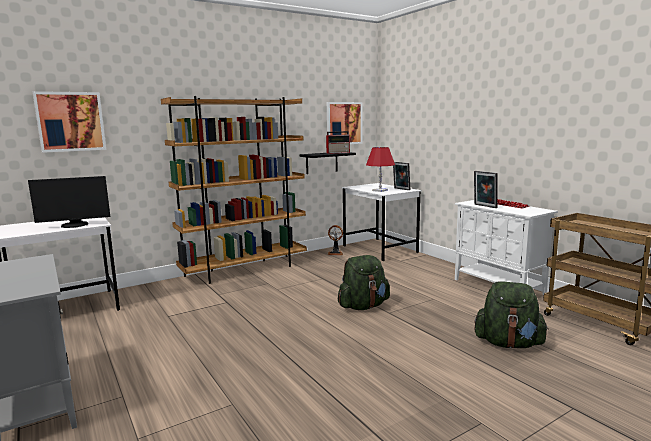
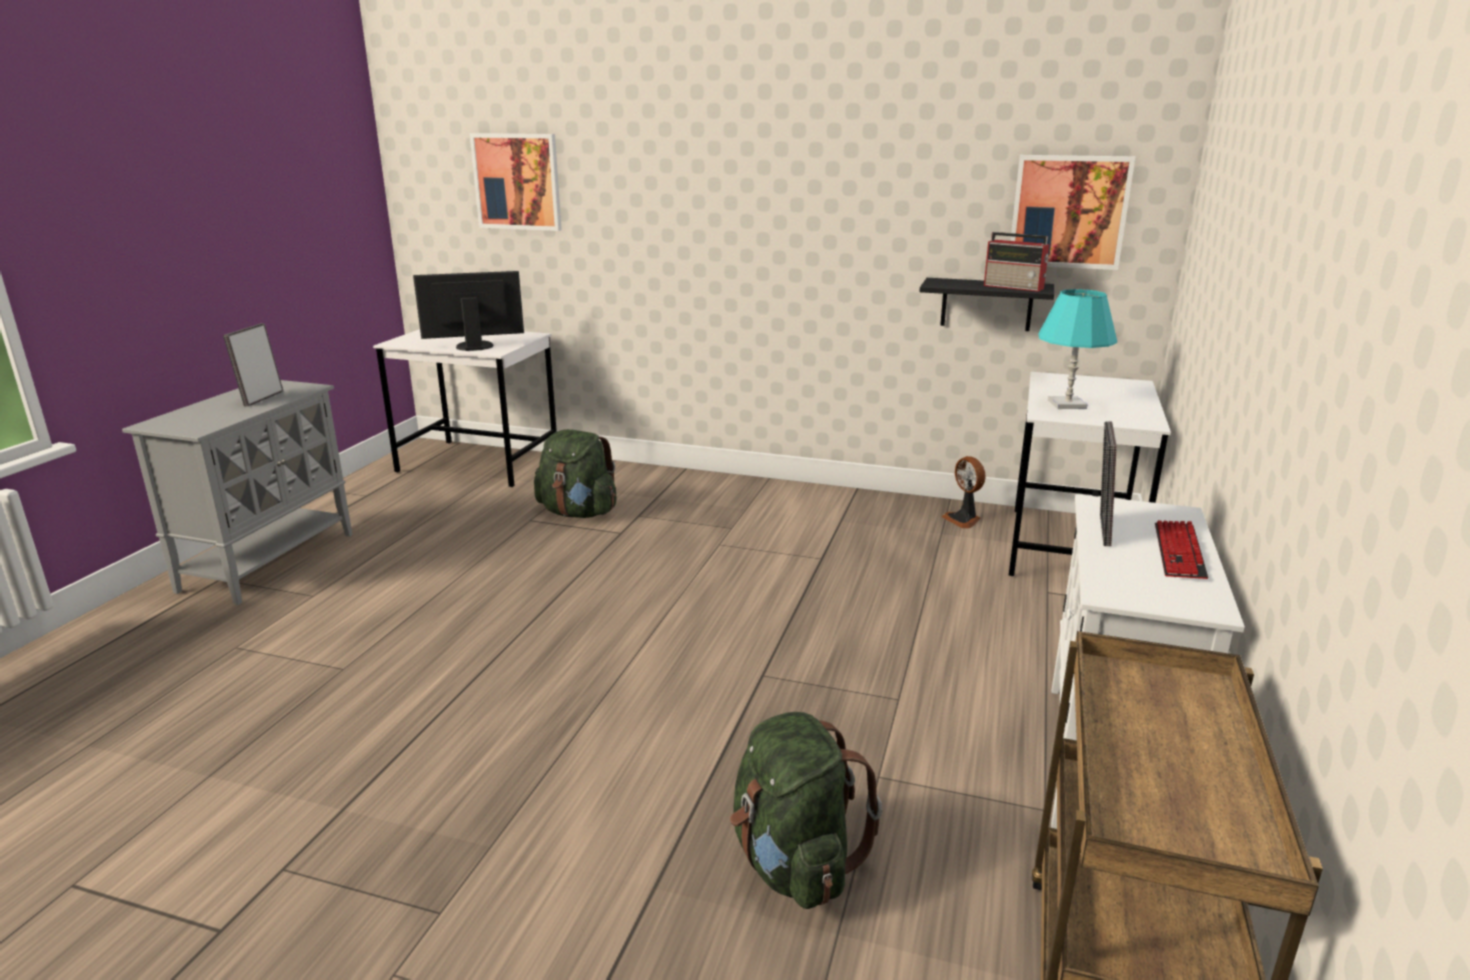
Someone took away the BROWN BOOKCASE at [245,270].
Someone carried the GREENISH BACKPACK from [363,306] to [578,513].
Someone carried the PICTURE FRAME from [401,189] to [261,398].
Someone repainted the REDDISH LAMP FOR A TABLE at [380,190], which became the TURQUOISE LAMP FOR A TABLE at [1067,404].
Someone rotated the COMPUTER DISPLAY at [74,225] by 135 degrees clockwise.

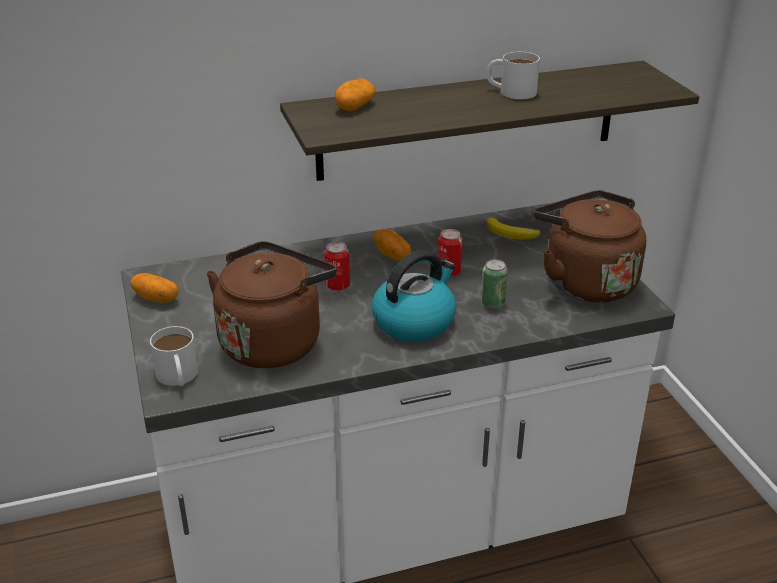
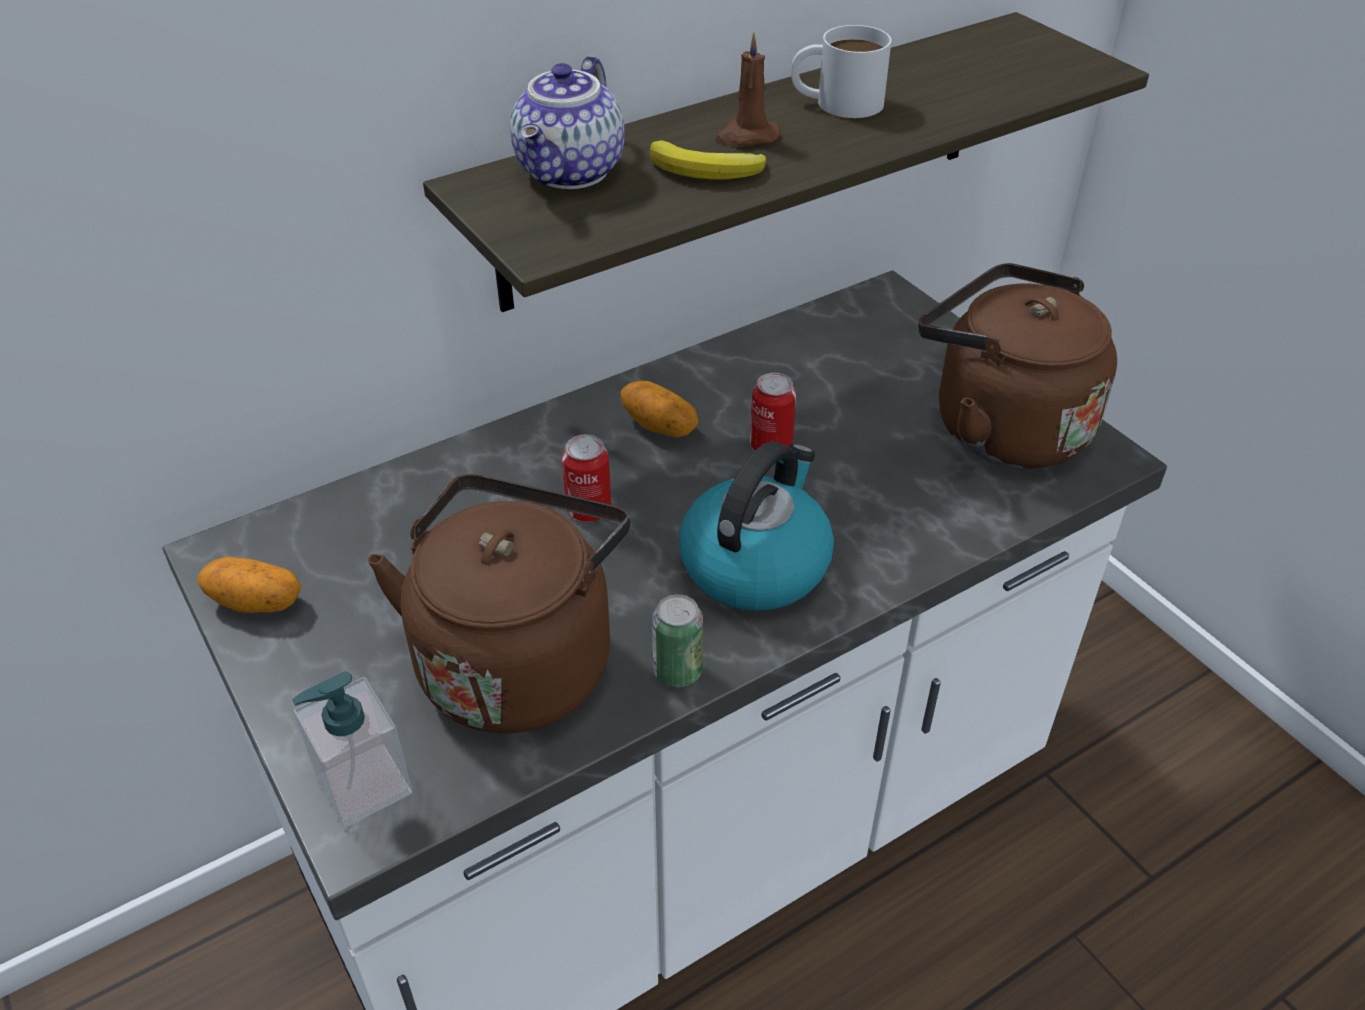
Someone put down the BROWN WAX CANDLE at [746,136].
Someone carried the METAL CAN from [492,303] to [677,671].
Someone carried the BANANA FRUIT from [511,234] to [708,170].
Someone swapped the WHITISH MUG at [178,377] for the LIQUID SOAP BOTTLE at [363,785].
Someone swapped the WHOLE POTATO at [354,107] for the POT FOR TEA at [572,173].

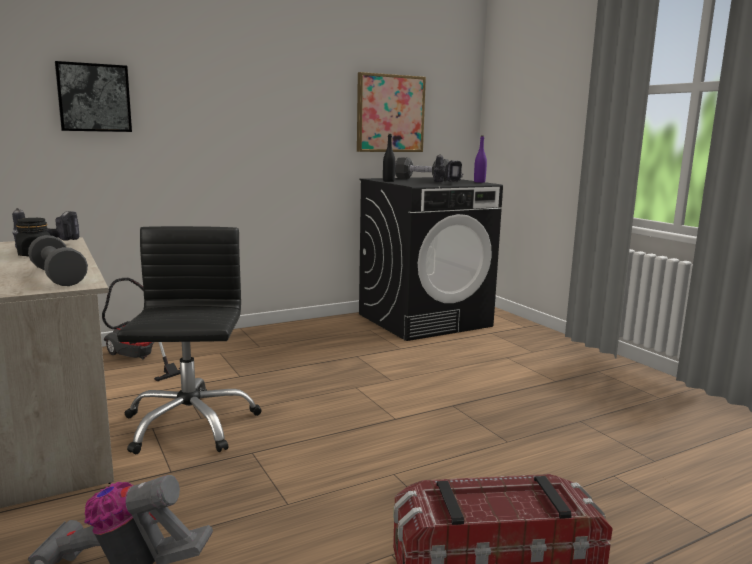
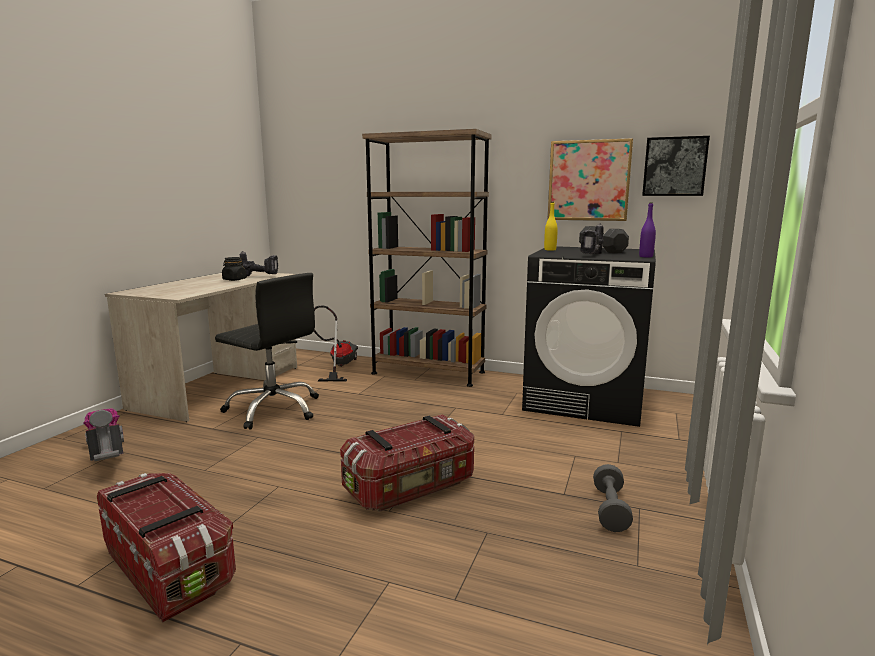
Someone put down the STORAGE BOX at [411,487].
Someone put down the BROWN BOOKCASE at [428,373].
Someone carried the GRAY DUMBBELL from [58,277] to [610,509].
Someone carried the PICTURE from [94,98] to [674,166].
Someone repainted the BLACK BOTTLE at [388,181], which became the YELLOW BOTTLE at [550,250].
Someone rotated the BLACK OFFICE CHAIR at [189,424] by 75 degrees clockwise.

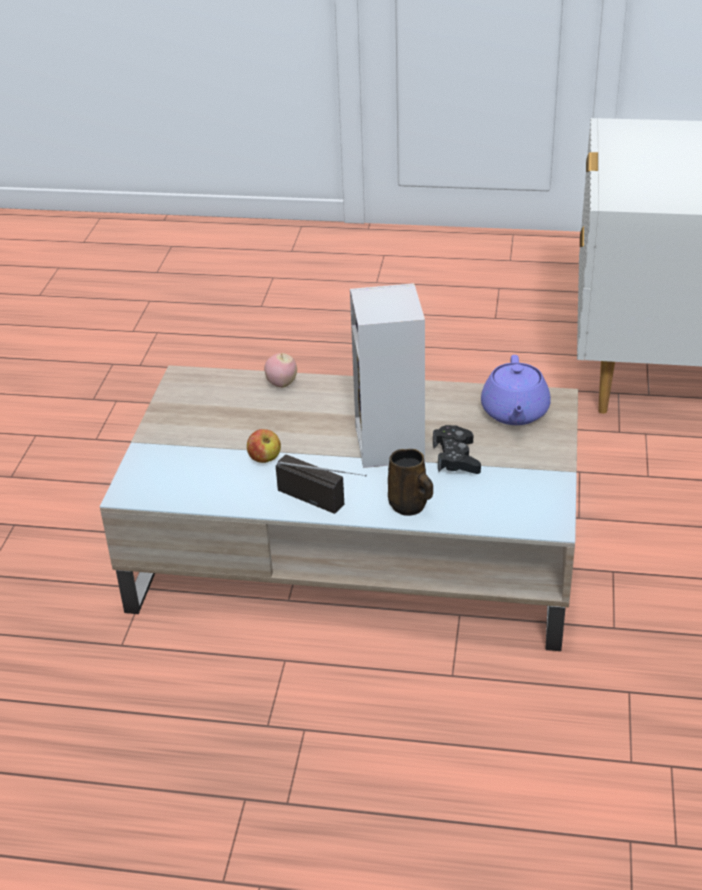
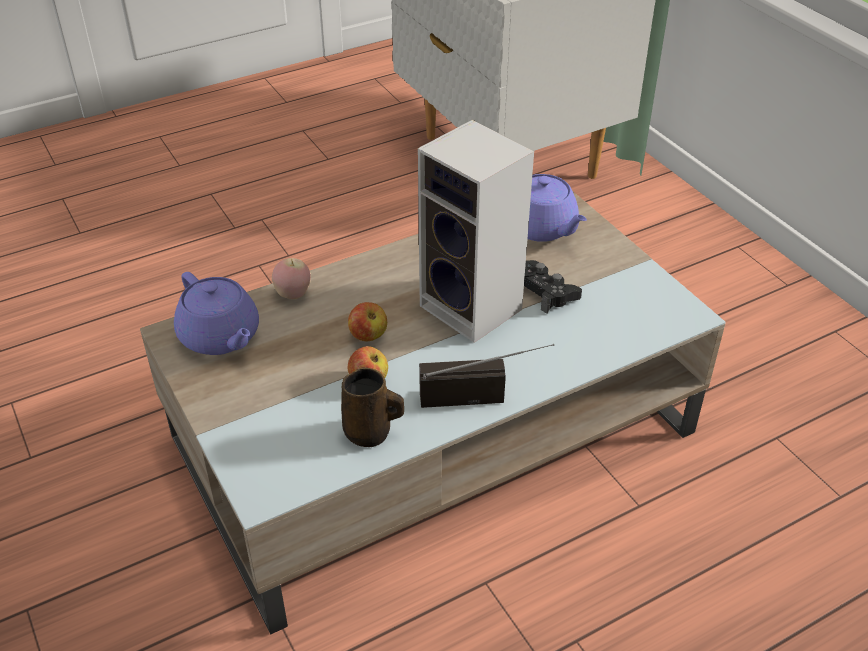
Someone put down the PURPLISH POT FOR TEA at [220,337].
Someone put down the APPLE FRUIT at [368,336].
Someone carried the BROWN MUG from [409,506] to [370,433].

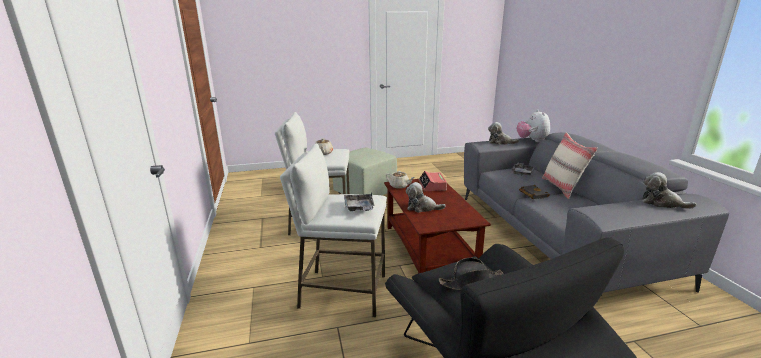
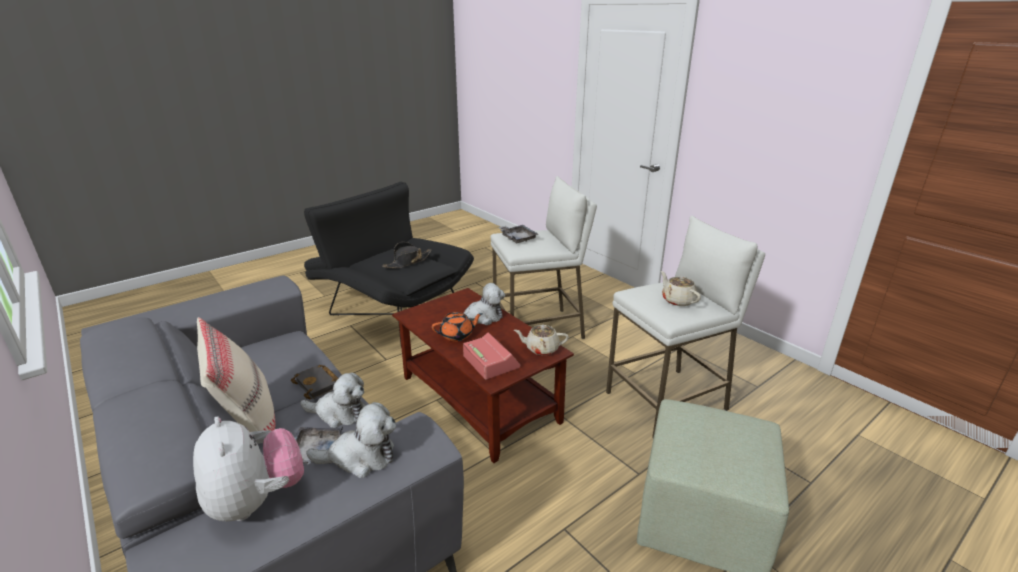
Someone put down the ORANGE-COLOURED POT FOR TEA at [457,335].
Someone carried the CUDDLY TOY from [661,203] to [339,413].

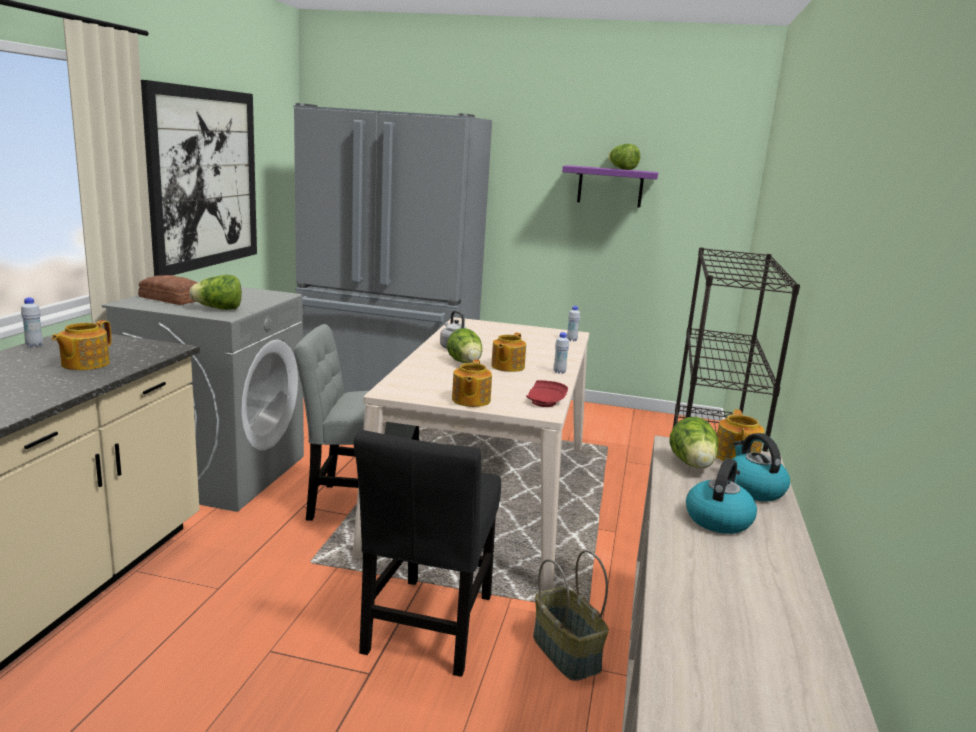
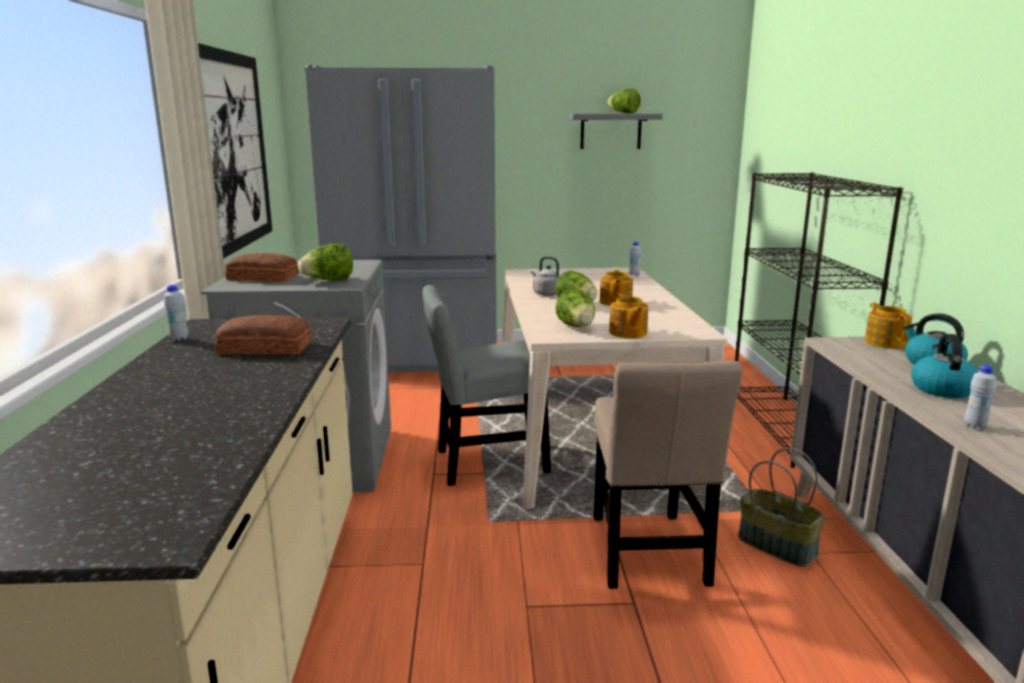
Someone took away the REDDISH DINNER PLATE at [545,402].
Someone carried the WHITISH BOTTLE from [559,372] to [975,426].
Someone carried the HEAD OF LETTUCE from [693,465] to [577,327].
Someone swapped the POT FOR TEA at [84,364] for the BAKERY BREAD at [265,347].
Someone repainted the BLACK PLAIN CHAIR at [428,629], which became the BEIGE PLAIN CHAIR at [648,554].
Someone repainted the PURPLISH BRACKET SHELF at [610,186], which became the GRAY BRACKET SHELF at [610,131].

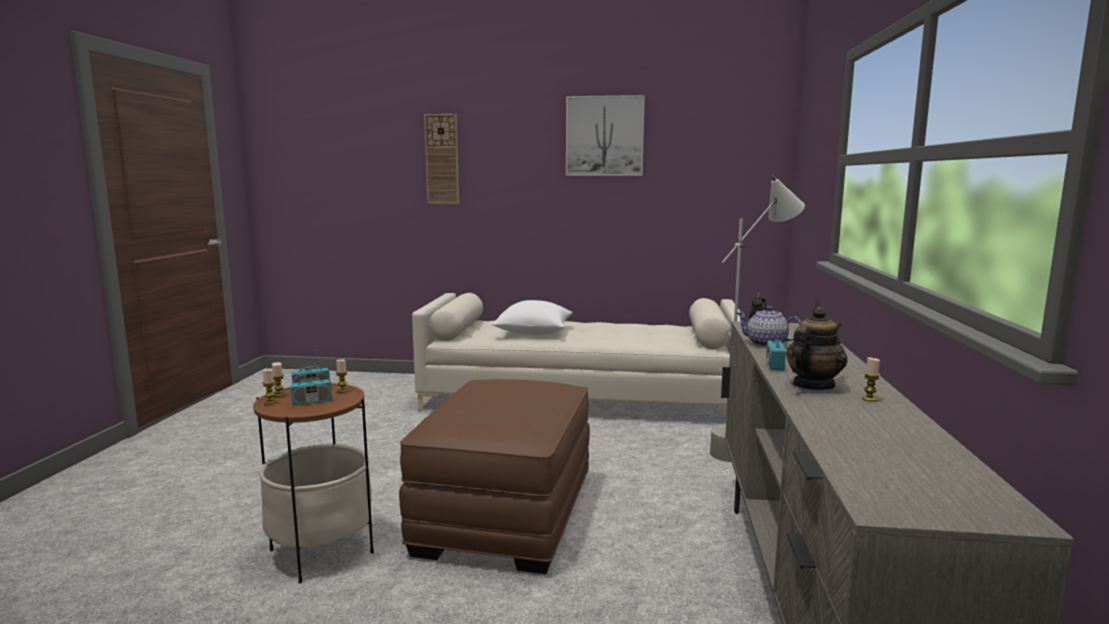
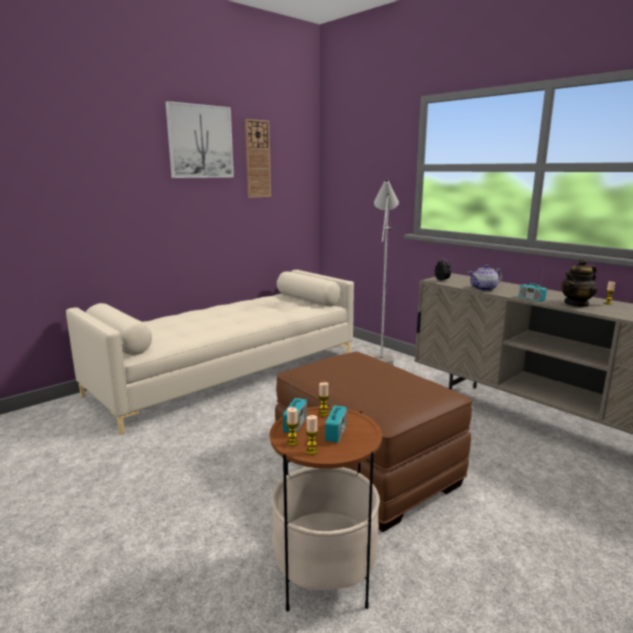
Someone took away the WHITISH PILLOW at [533,333].
Someone carried the WALL CLOCK from [442,159] to [257,159].
Someone rotated the POT FOR TEA at [812,385] by 120 degrees counterclockwise.

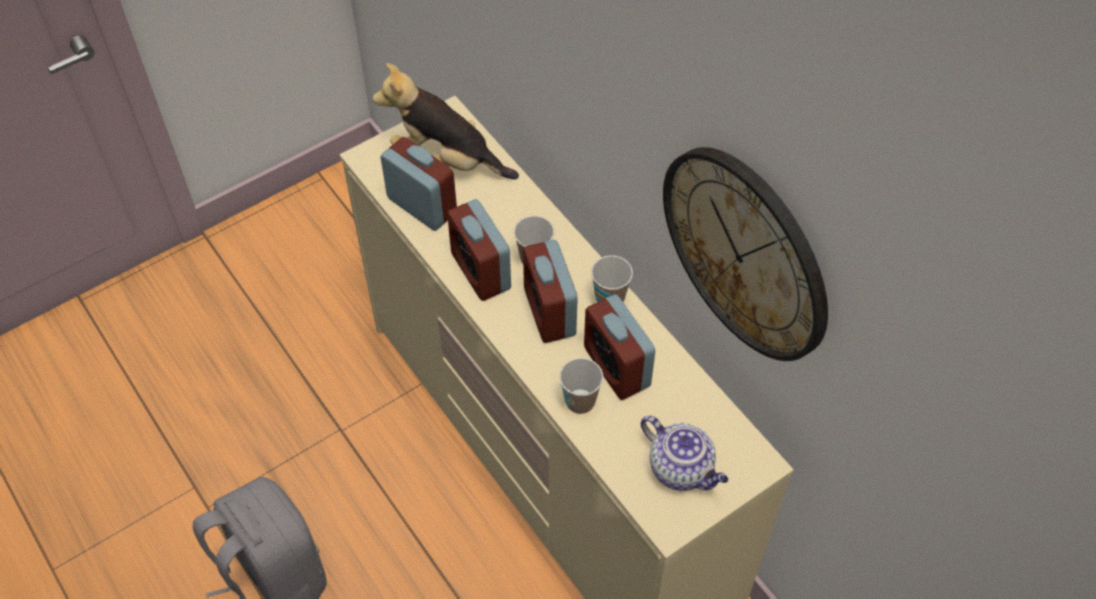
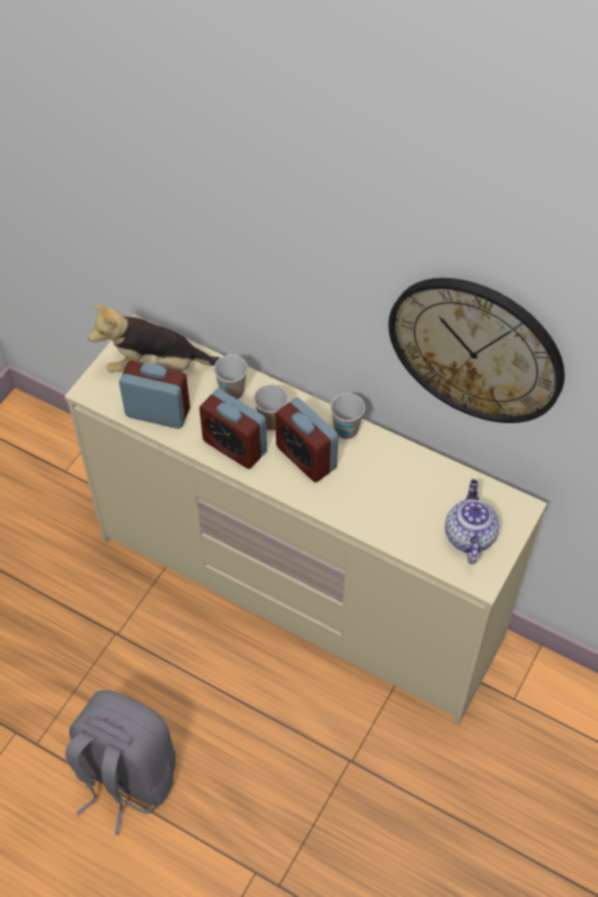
Someone took away the ALARM CLOCK at [616,367].
Someone carried the DRINKING CUP from [580,401] to [232,391].
Someone rotated the POT FOR TEA at [682,469] by 105 degrees counterclockwise.

